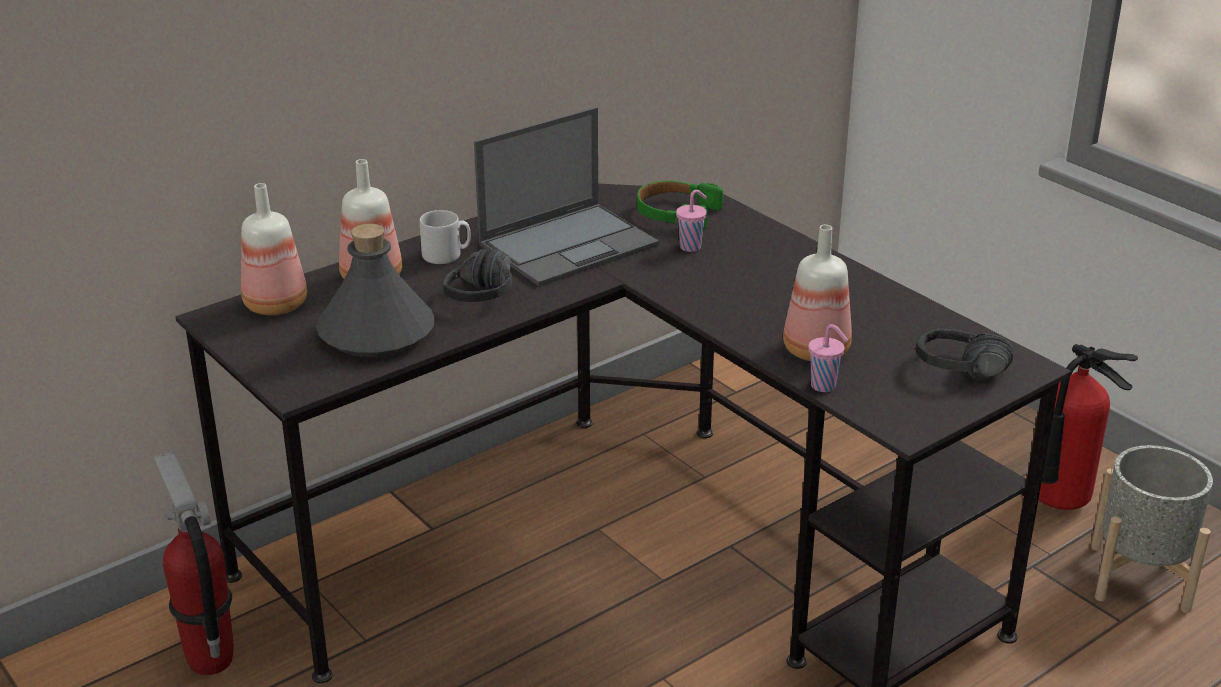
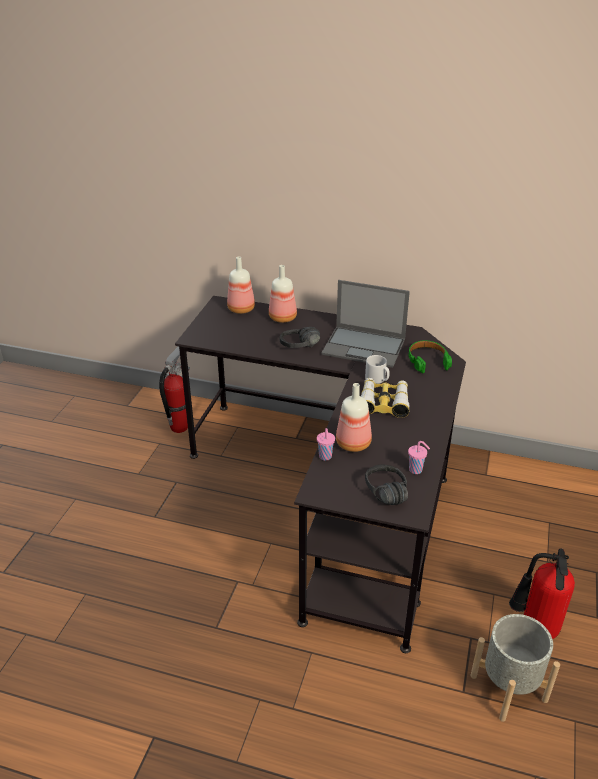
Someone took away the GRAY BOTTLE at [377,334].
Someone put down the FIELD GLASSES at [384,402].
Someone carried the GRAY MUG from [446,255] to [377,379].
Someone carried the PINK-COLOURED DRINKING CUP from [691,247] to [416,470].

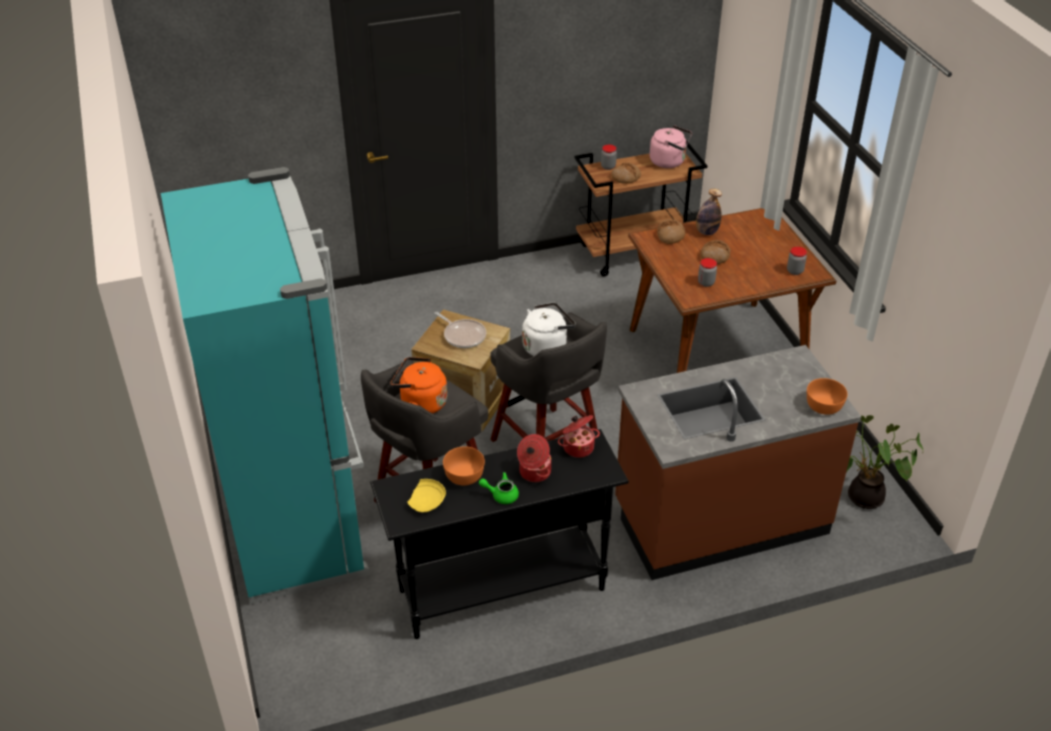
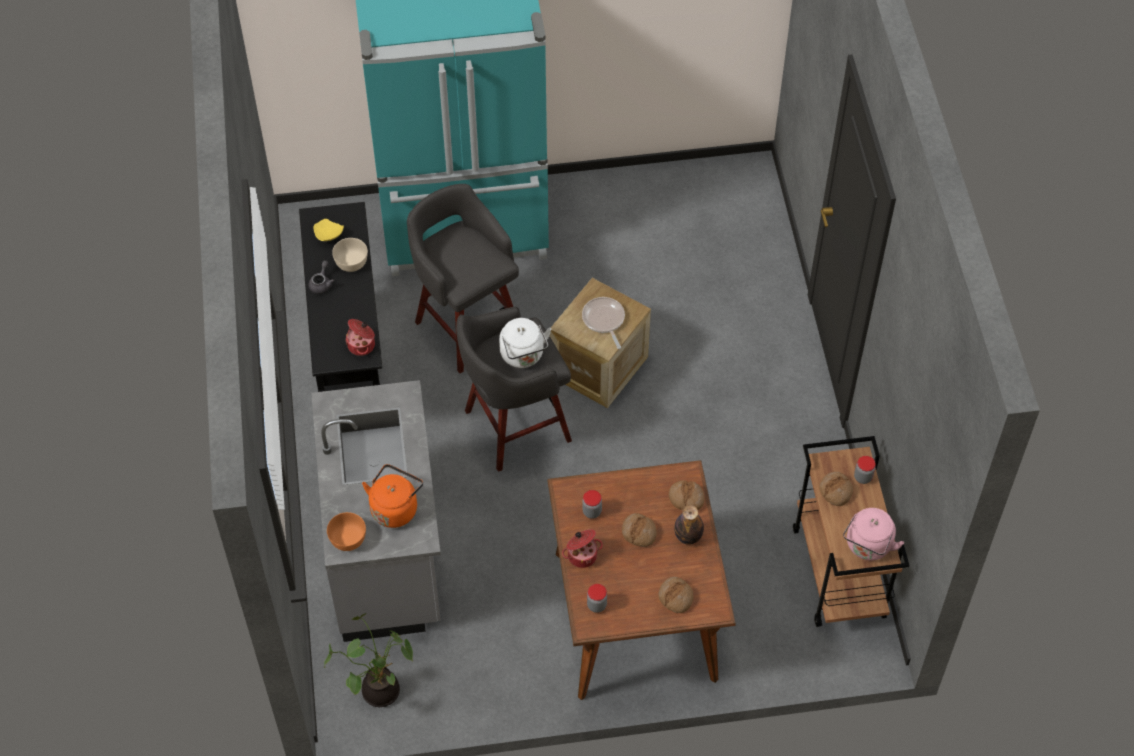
Someone put down the BAKERY BREAD at [676,597].
Someone carried the ORANGE-COLOURED WATER KETTLE from [420,403] to [395,507].
Someone carried the COOKING POT from [534,472] to [582,555].
Someone repainted the ORANGE-COLOURED BOWL at [463,475], which became the BEIGE BOWL at [351,261].
Someone repainted the GREENISH POT FOR TEA at [501,495], which became the GRAY POT FOR TEA at [321,284].
Someone repainted the BROWN KITCHEN COUNTER at [720,518], which became the GRAY KITCHEN COUNTER at [387,552].
Someone rotated the FRYING PAN at [463,335] by 105 degrees clockwise.

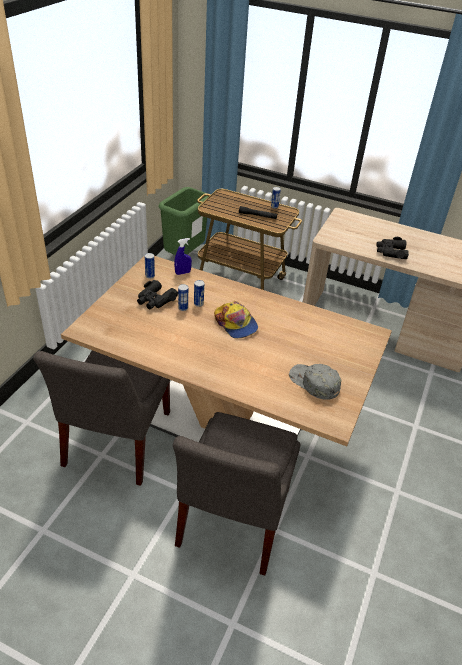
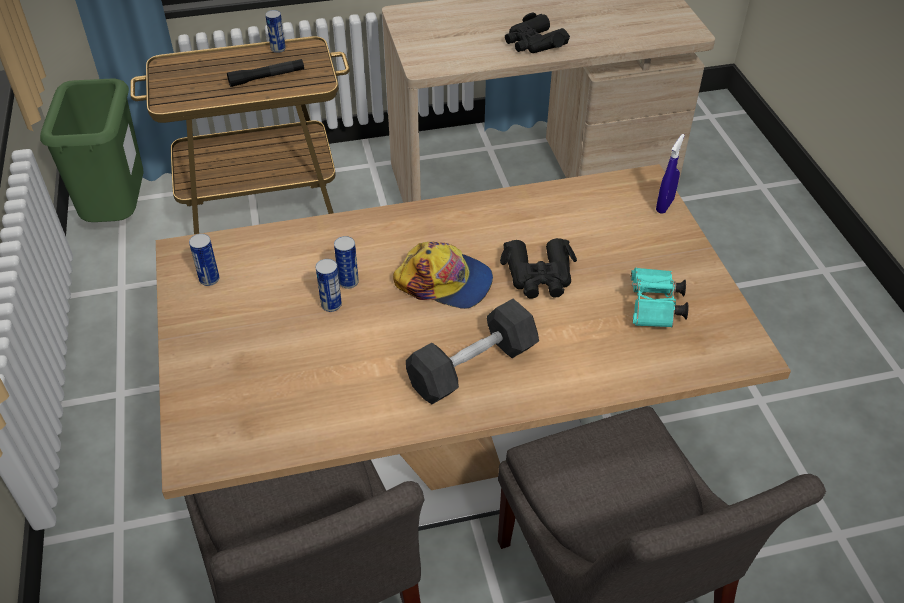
Someone put down the BLACK DUMBBELL at [472,367].
Someone carried the BLACK FIELD GLASSES from [155,300] to [539,276].
Someone carried the BLUE-COLOURED SPRAYER from [183,273] to [664,205].
Someone swapped the GRAY BASEBALL CAP at [314,383] for the TURQUOISE FIELD GLASSES at [654,309].

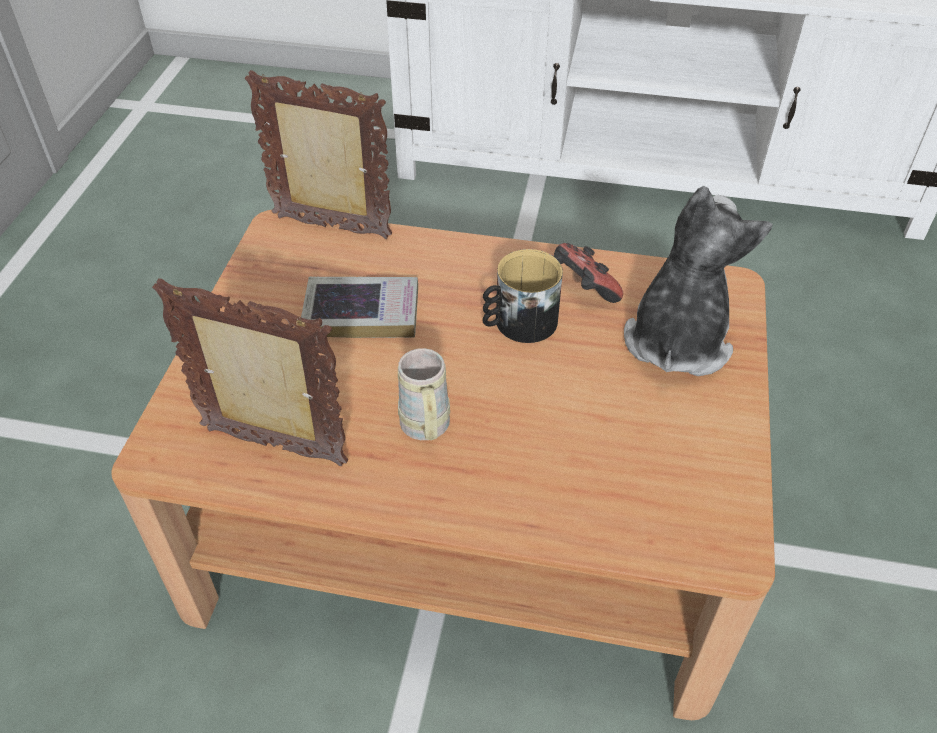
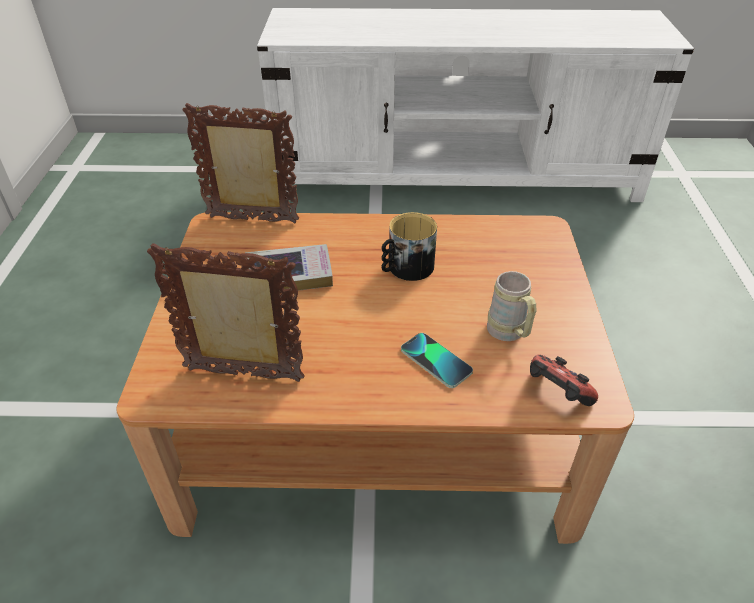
Someone took away the CUDDLY TOY at [677,339].
Someone put down the HANDSET at [436,361].
Someone carried the BEIGE MUG from [426,430] to [509,334].
Someone carried the GAME CONTROLLER from [582,289] to [556,394].

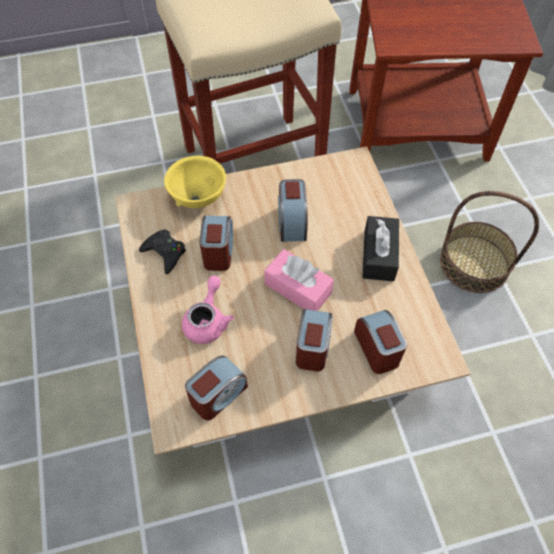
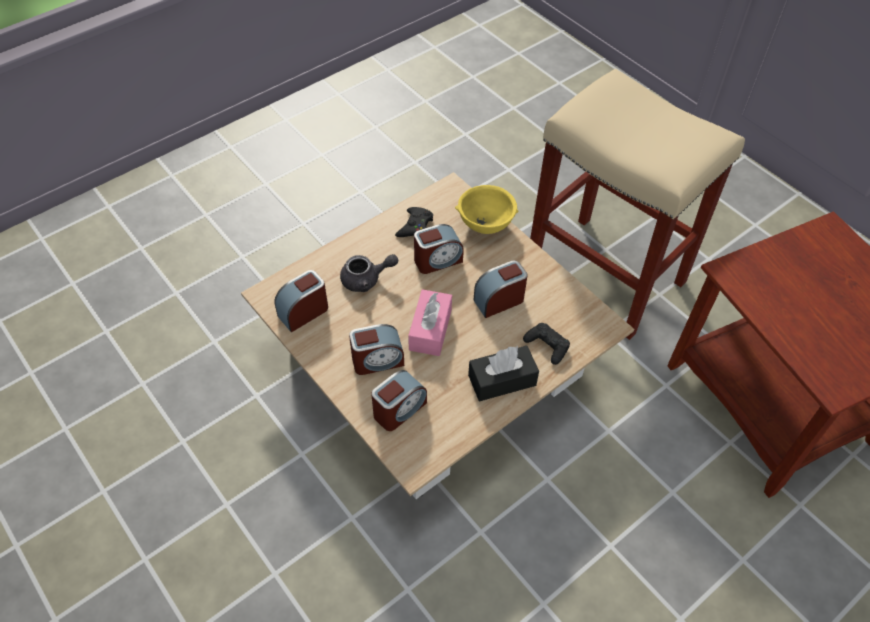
Someone took away the BASKET at [474,263].
Someone put down the BLACK GAME CONTROLLER at [547,346].
Someone repainted the PINK-COLOURED POT FOR TEA at [208,320], which became the GRAY POT FOR TEA at [366,279].
Someone rotated the ALARM CLOCK at [218,395] by 120 degrees clockwise.

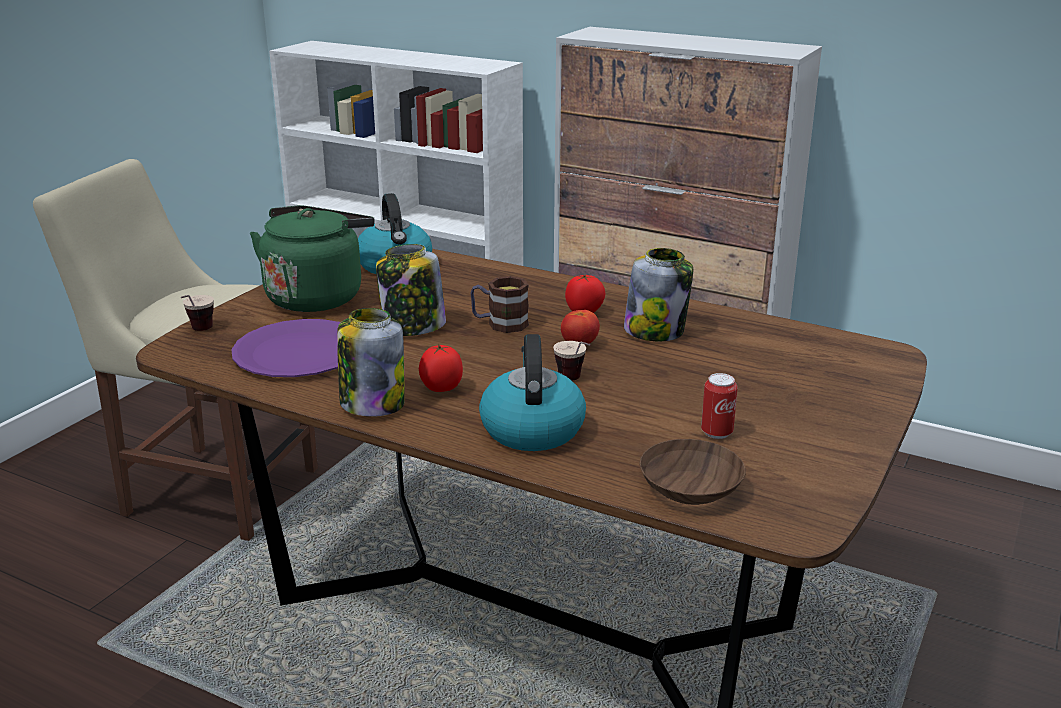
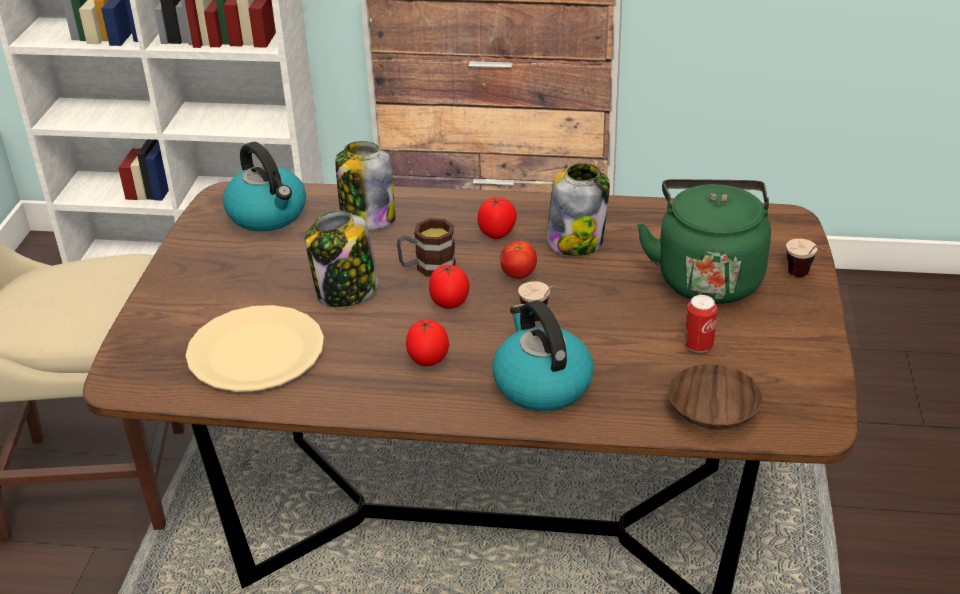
Someone put down the TOMATO at [449,304].
Someone carried the DRINKING CUP from [198,332] to [804,278].
Someone carried the GREENISH WATER KETTLE from [317,296] to [707,277].
Someone carried the PRESERVE JAR from [372,403] to [367,218].
Someone repainted the PURPLISH DINNER PLATE at [299,352], which became the BEIGE DINNER PLATE at [256,352].

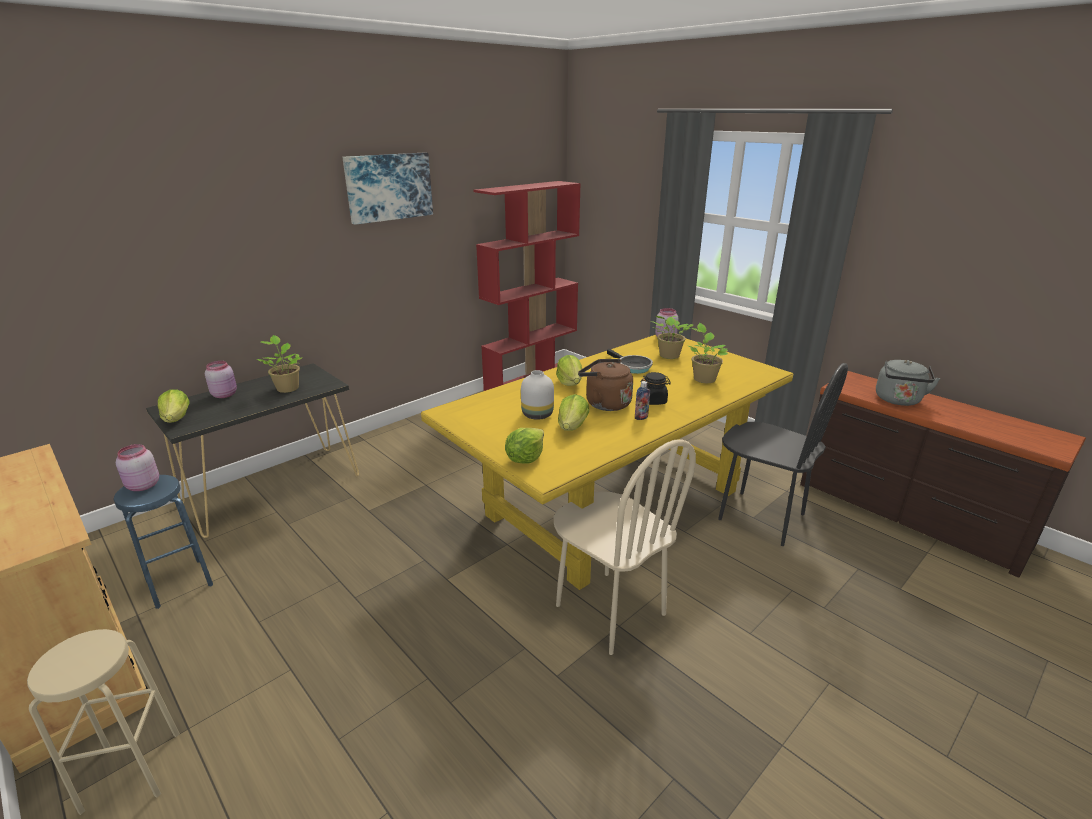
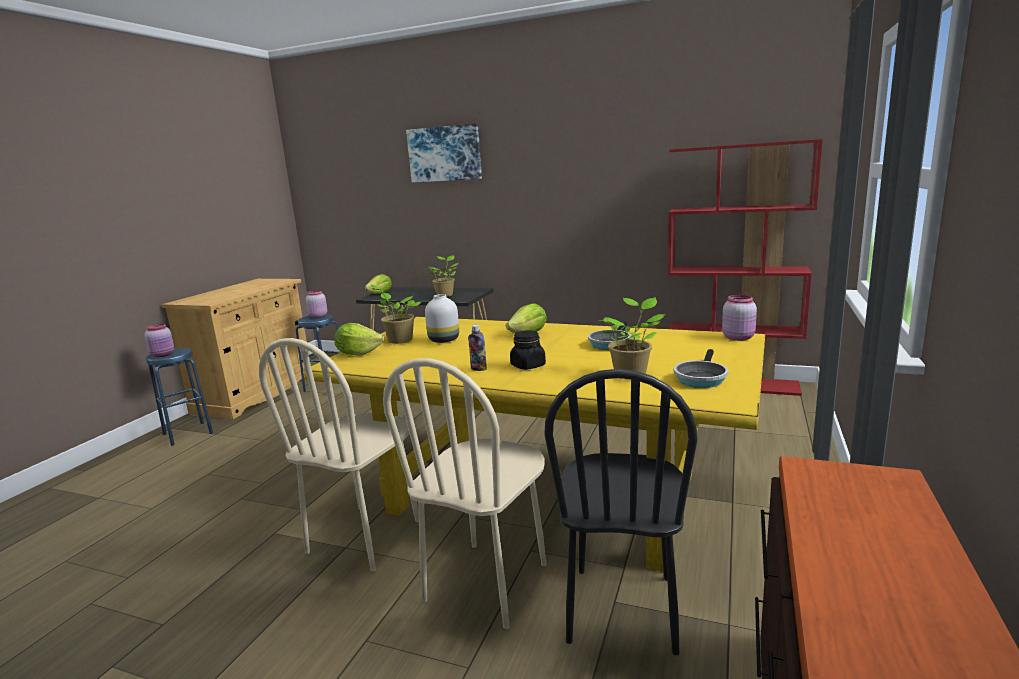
Someone took away the HEAD OF LETTUCE at [572,427].
Someone took away the BROWN WATER KETTLE at [605,403].
Someone took away the GRAY WATER KETTLE at [898,401].
Someone put down the BEIGE PLAIN CHAIR at [487,582].
Someone put down the FRYING PAN at [700,378].
Someone carried the PINK-COLOURED PRESERVE JAR from [225,394] to [163,355].
Someone carried the PICTURE from [388,187] to [445,154].
Someone carried the HOUSEPLANT from [668,356] to [398,340].
Someone repainted the BEIGE SITTING STOOL at [131,771], which became the BLUE-COLOURED SITTING STOOL at [188,433].

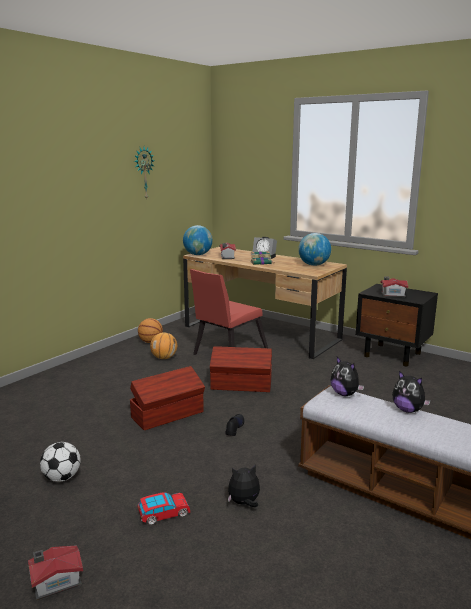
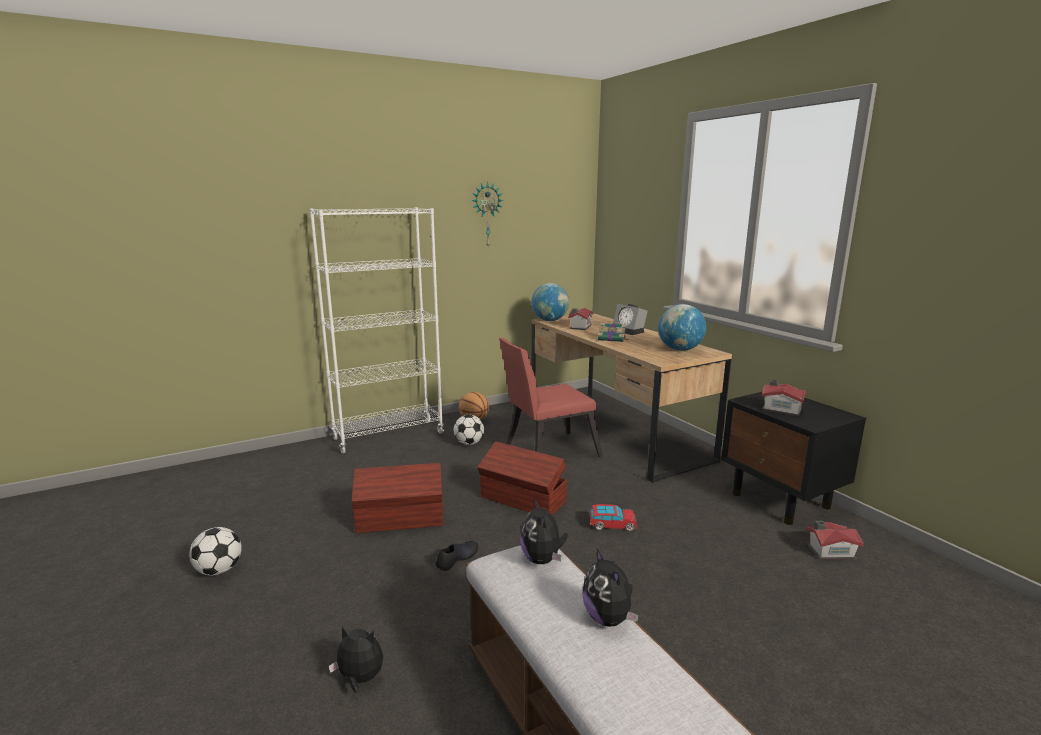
Someone put down the WHITISH BOOKCASE at [388,436].
Someone carried the TOY HOUSE from [55,582] to [829,551].
Someone carried the MINIATURE CAR from [164,514] to [612,525].
Someone swapped the BALL FOR BASKETBALL at [164,358] for the BALL FOR FOOTBALL at [469,443].

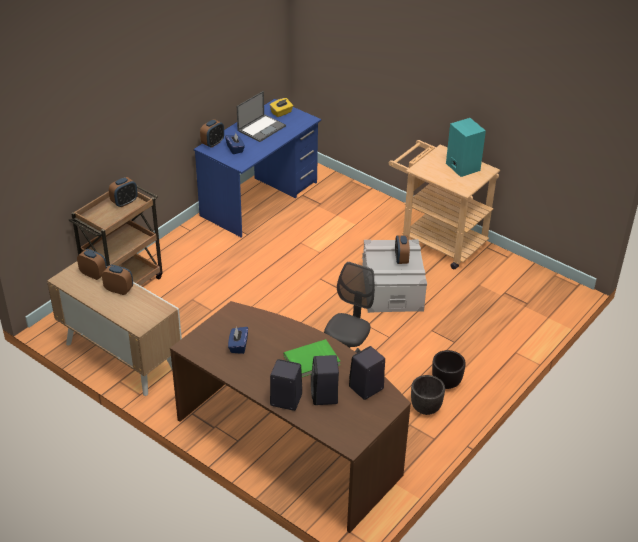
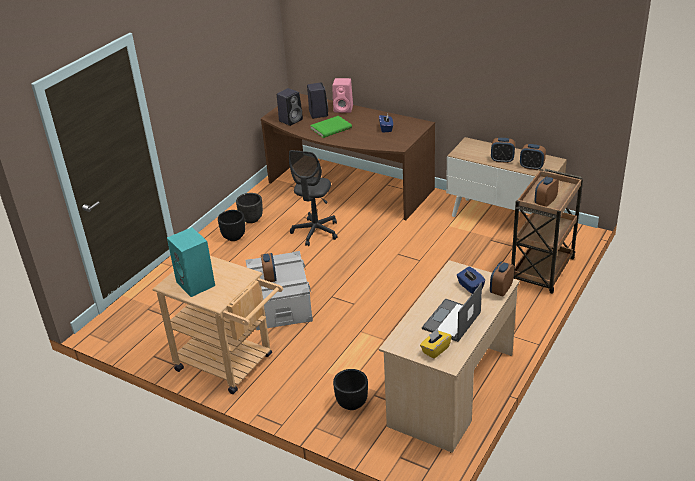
Someone put down the BLACK FLOWER POT at [351,403].
Someone repainted the BLUE-COLOURED DESK at [259,199], which became the BEIGE DESK at [451,389].
Someone repainted the BLACK AUDIO SPEAKER at [284,400], which became the PINK-COLOURED AUDIO SPEAKER at [344,109].

